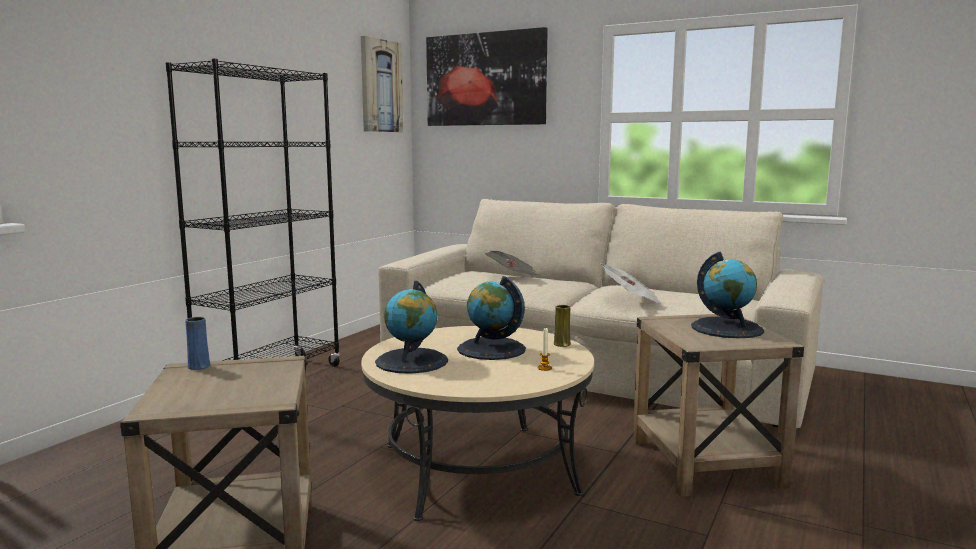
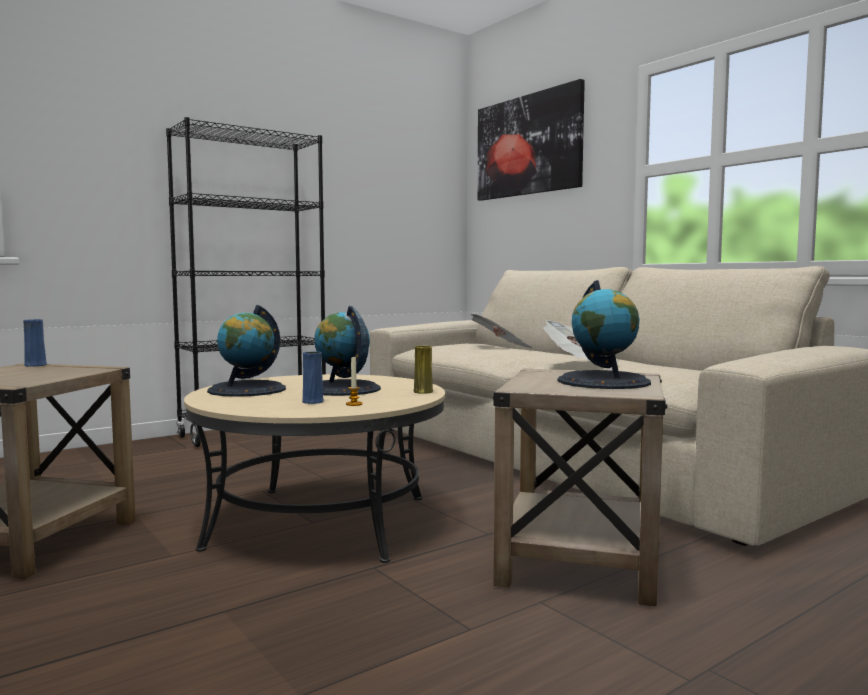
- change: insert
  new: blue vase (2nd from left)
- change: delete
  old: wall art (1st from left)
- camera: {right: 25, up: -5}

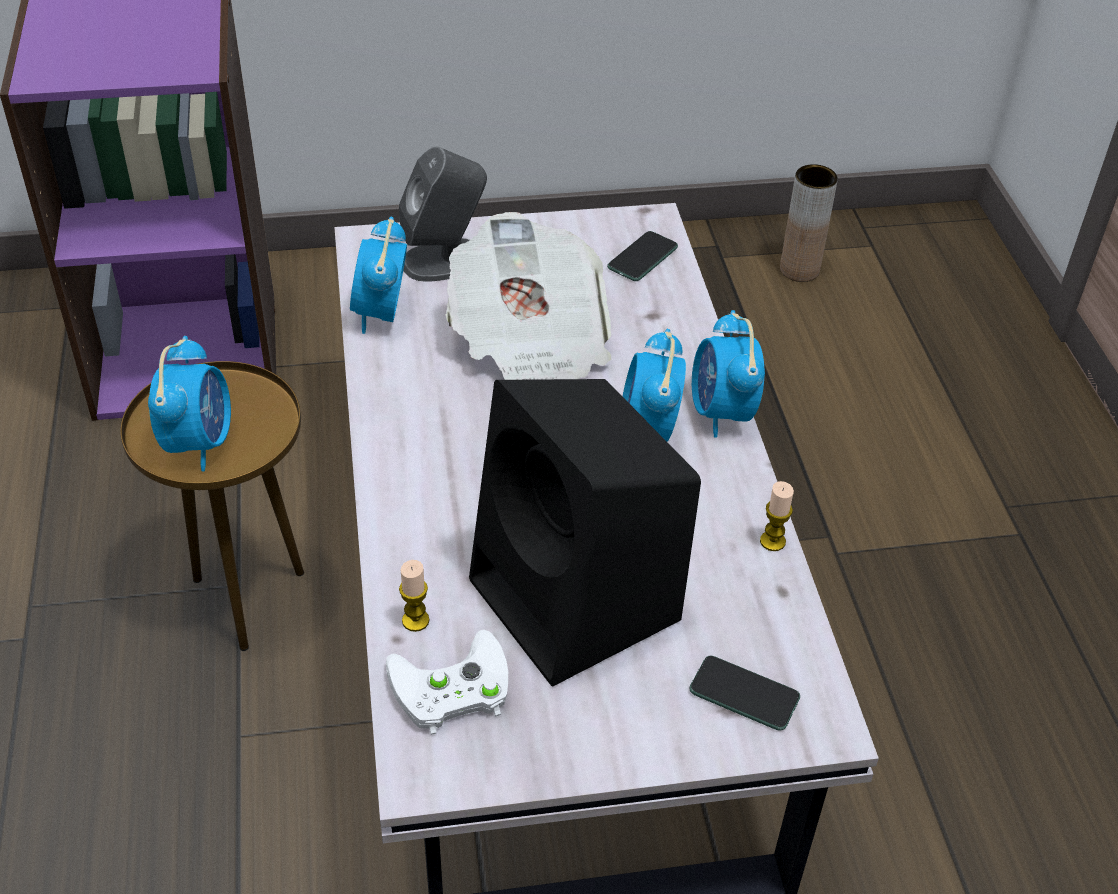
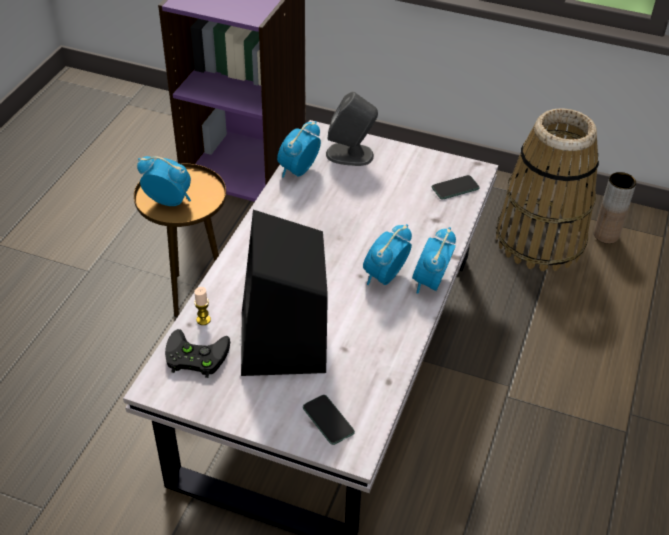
- change: rotate
  old: alarm clock (1st from left)
  degrees: -105
- change: recolor
  old: white joypad
  new: blackish joypad
- change: insert
  new: storage basket
- change: delete
  old: daily paper
- change: delete
  old: candle (2nd from left)
- camera: {right: 30, up: 0}

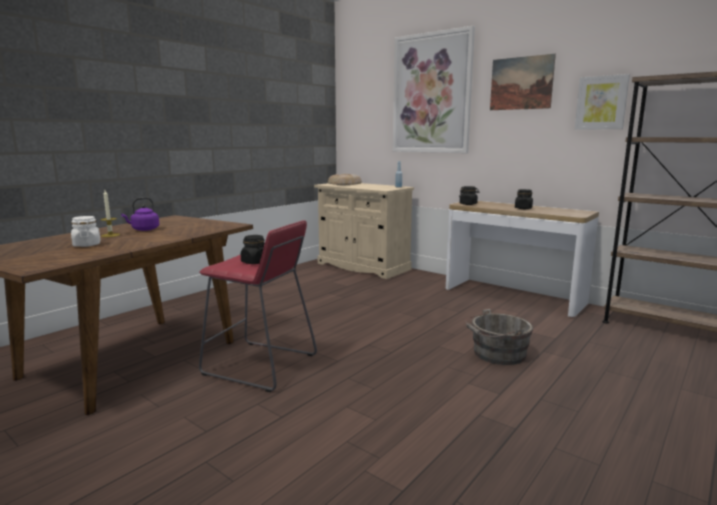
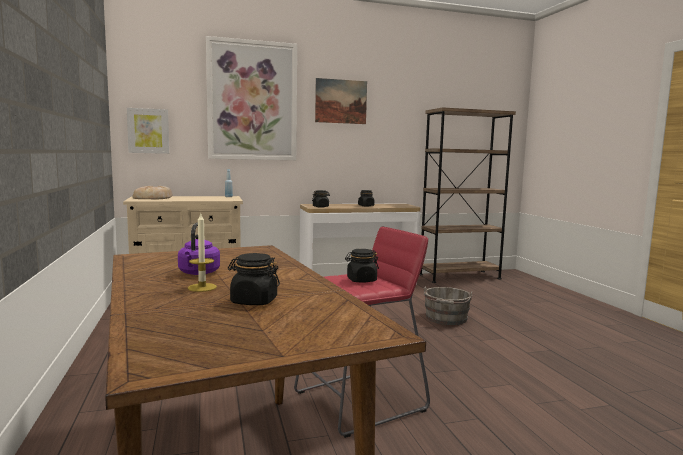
- change: move
  old: wall art (3rd from left in the first image)
  new: wall art (1st from left)
- change: recolor
  old: white preserve jar
  new: blackish preserve jar (1st from left)
- camera: {right: -55, up: -5}

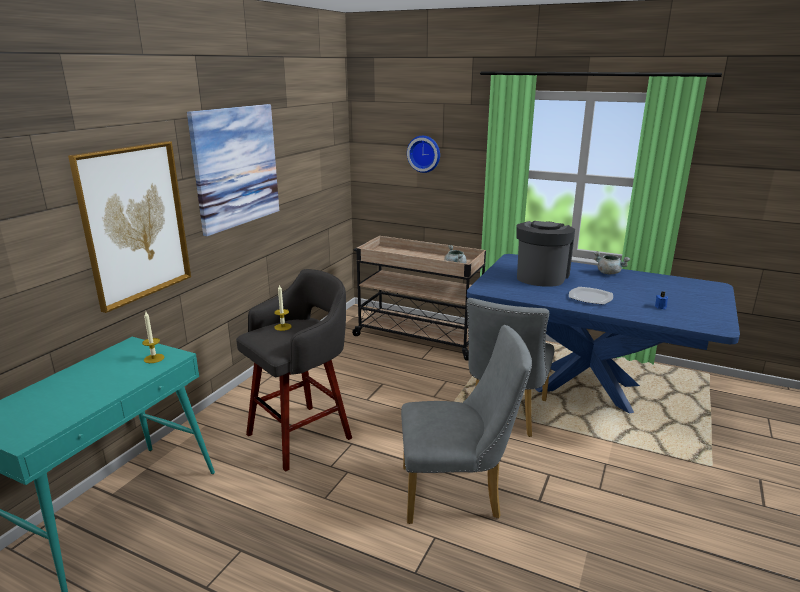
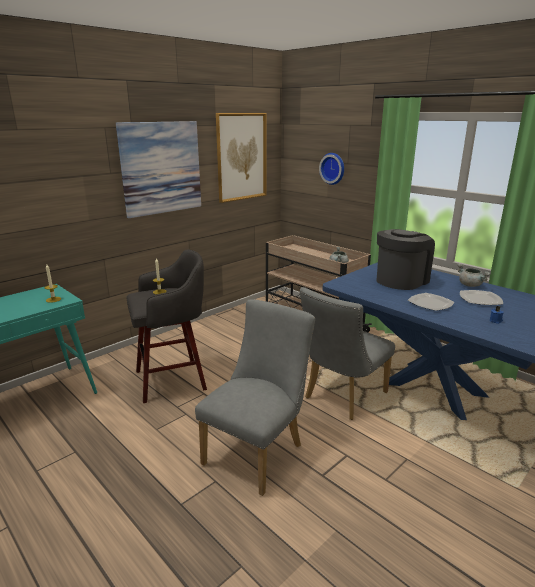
- change: rotate
  old: grey upright chair (1st from left)
  degrees: -75
- change: move
  old: wall art (1st from left in the first image)
  new: wall art (2nd from left)
- change: insert
  new: dinner plate (2nd from left)
- camera: {right: 20, up: 0}

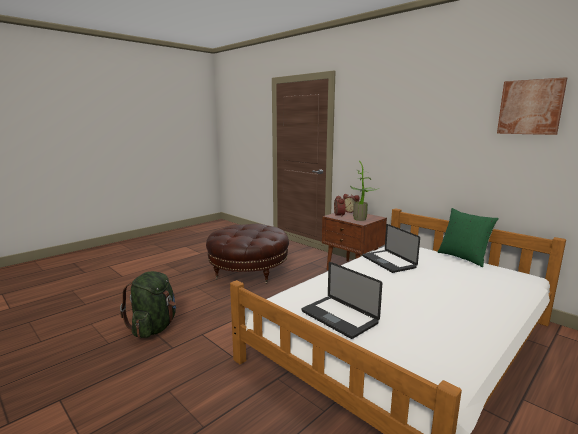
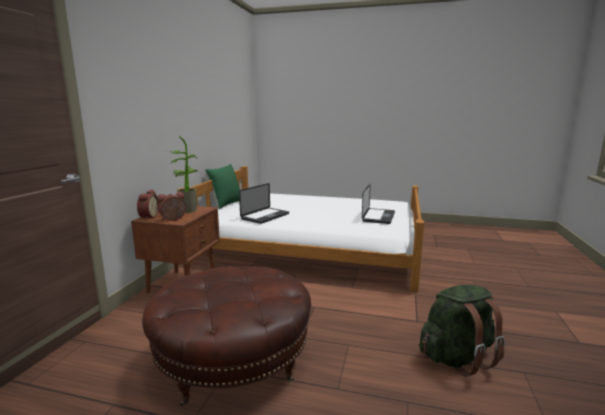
- change: delete
  old: wall art
- camera: {right: -120, up: 0}

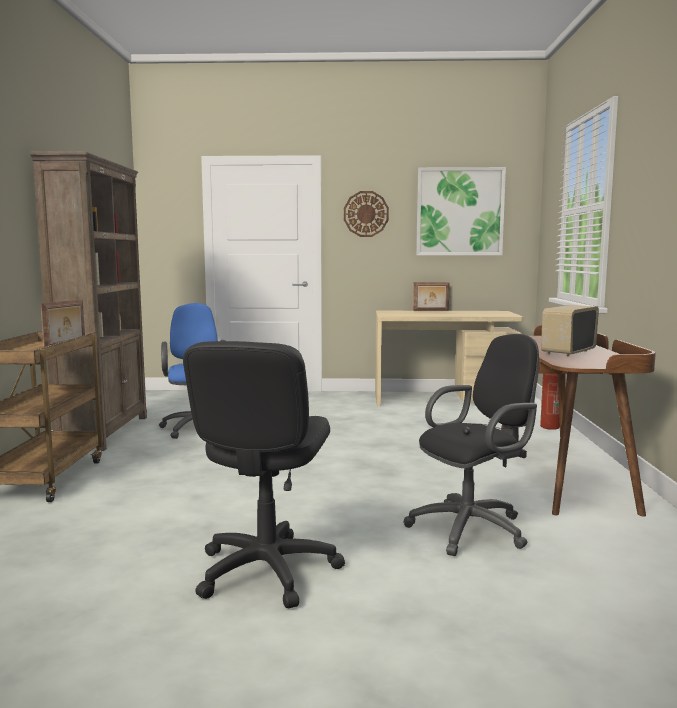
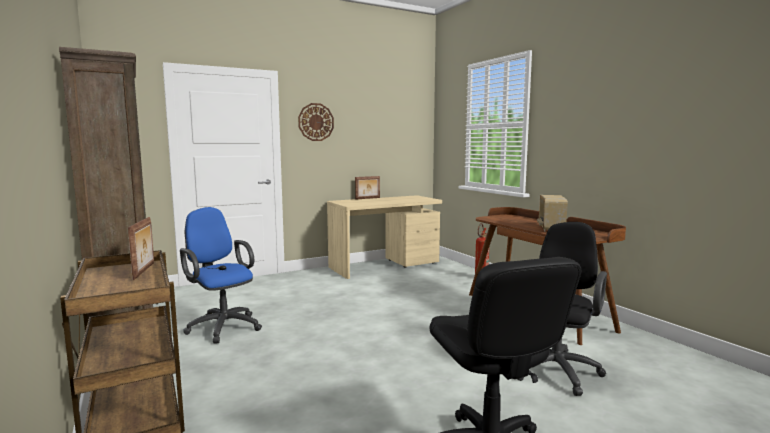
- change: delete
  old: wall art
- camera: {right: -30, up: 0}

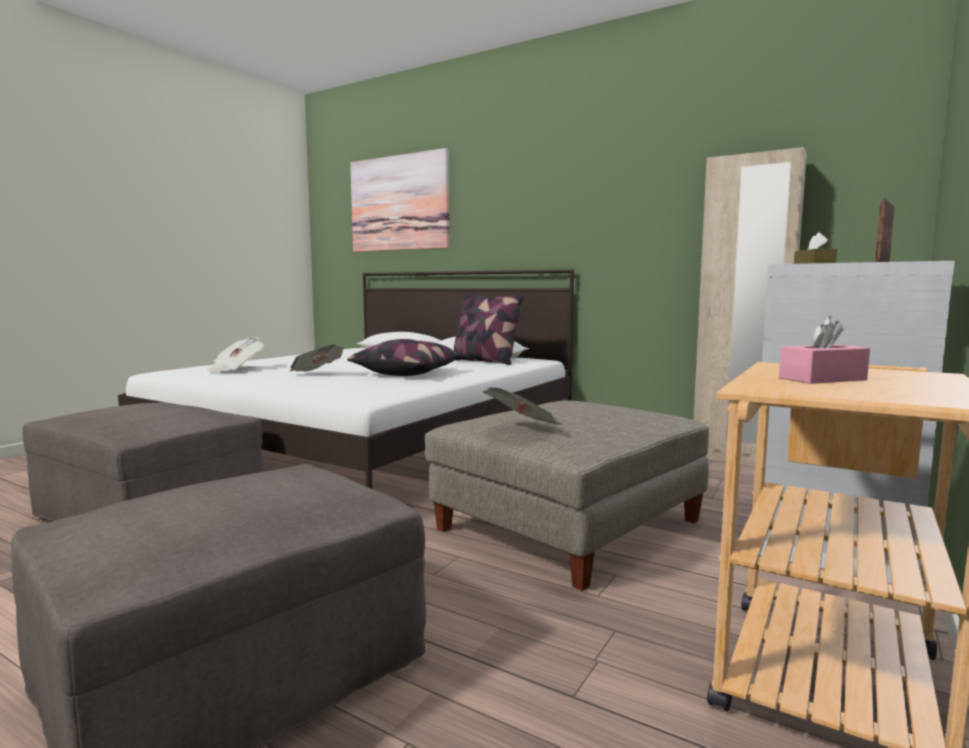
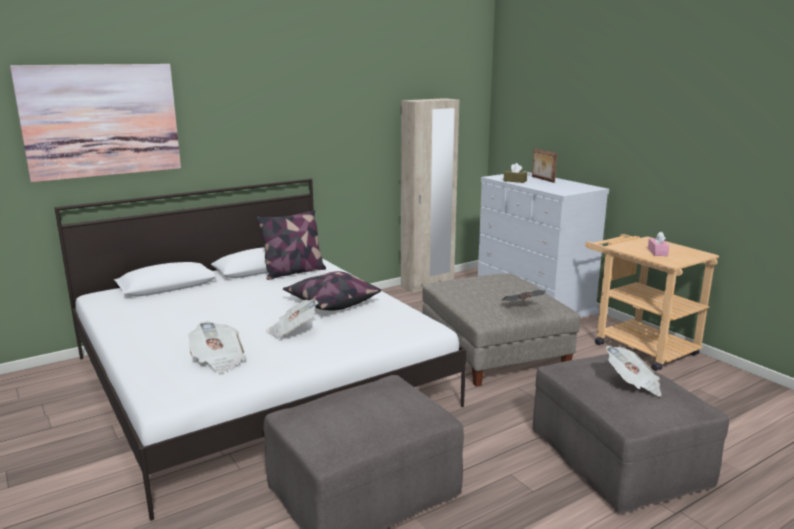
- change: insert
  new: daily paper (4th from left)
- camera: {right: -65, up: 10}

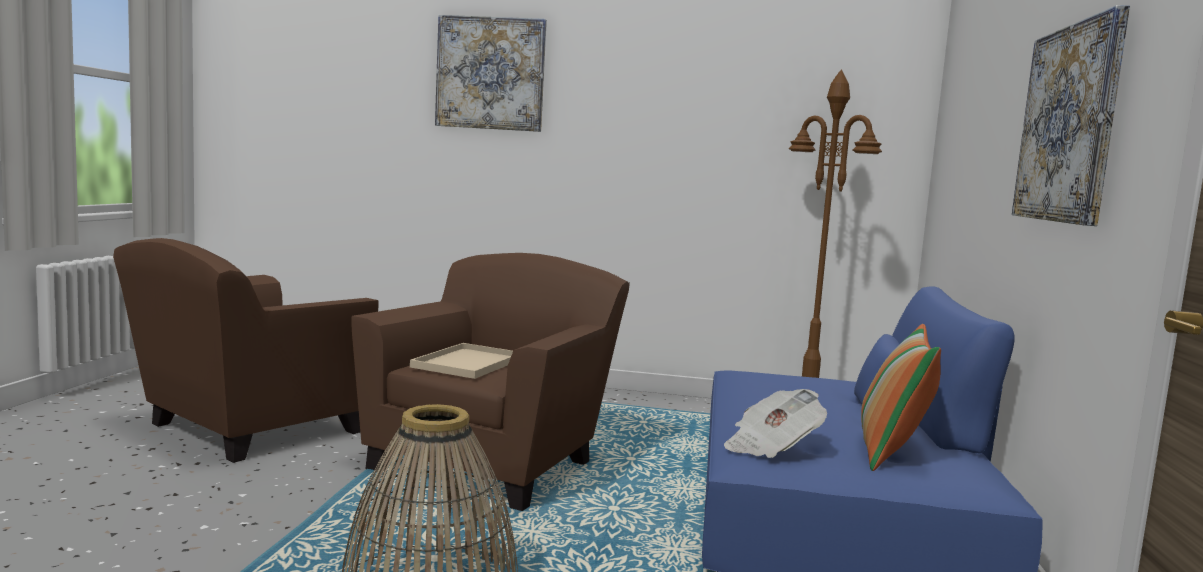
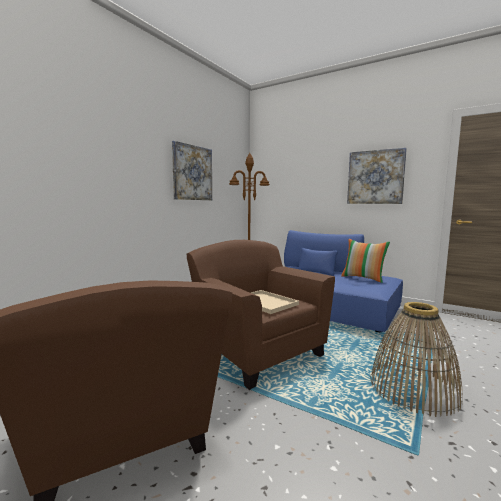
- change: move
  old: wall art (1st from left)
- change: delete
  old: daily paper
- camera: {right: -65, up: 0}

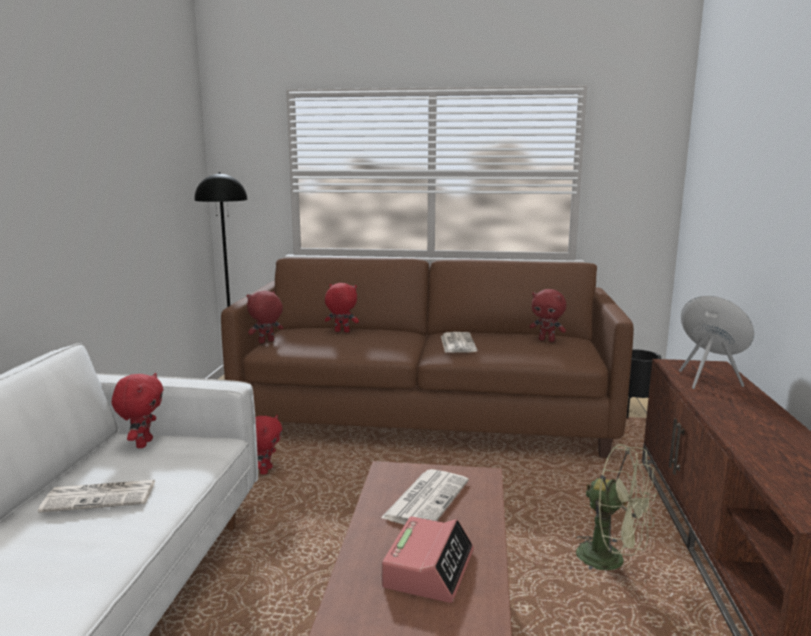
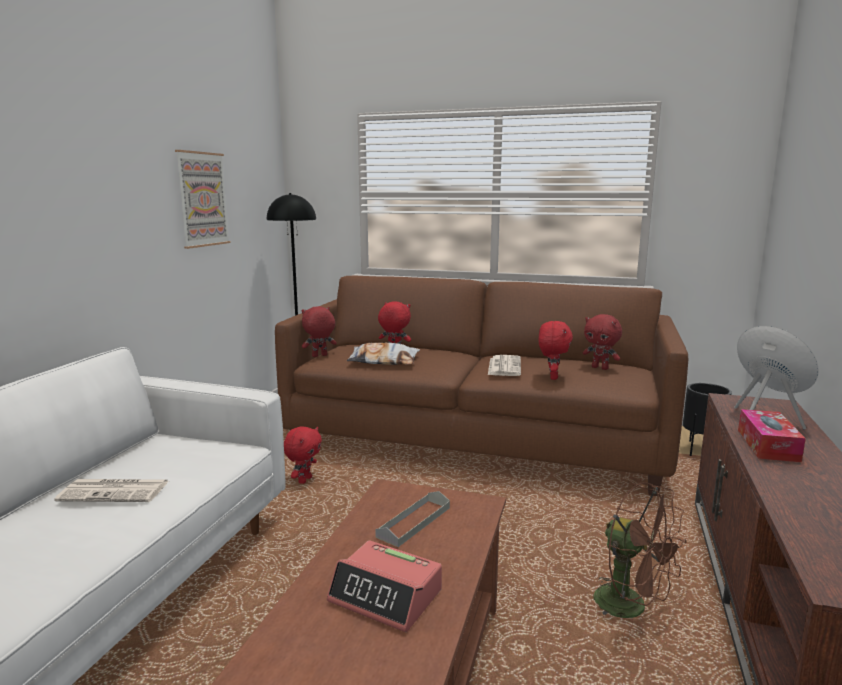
- change: insert
  new: wall art
- change: rotate
  old: alarm clock
  degrees: 90
- change: insert
  new: pillow
- change: replace
  old: daily paper (2nd from left)
  new: grey tray
- change: move
  old: red-coloured plush toy (1st from left in the first image)
  new: red-coloured plush toy (4th from left)
- change: recolor
  old: greenish cooling fan
  new: brown cooling fan
- change: insert
  new: tissue holder
- camera: {right: 10, up: 0}

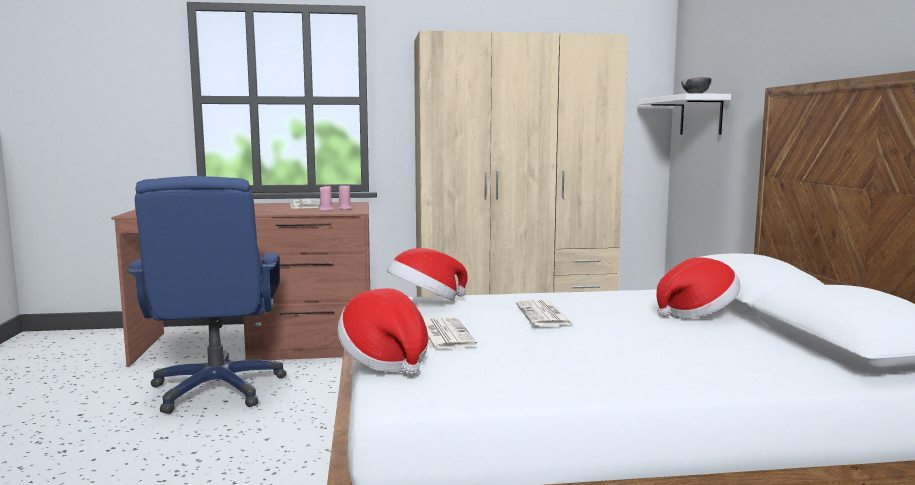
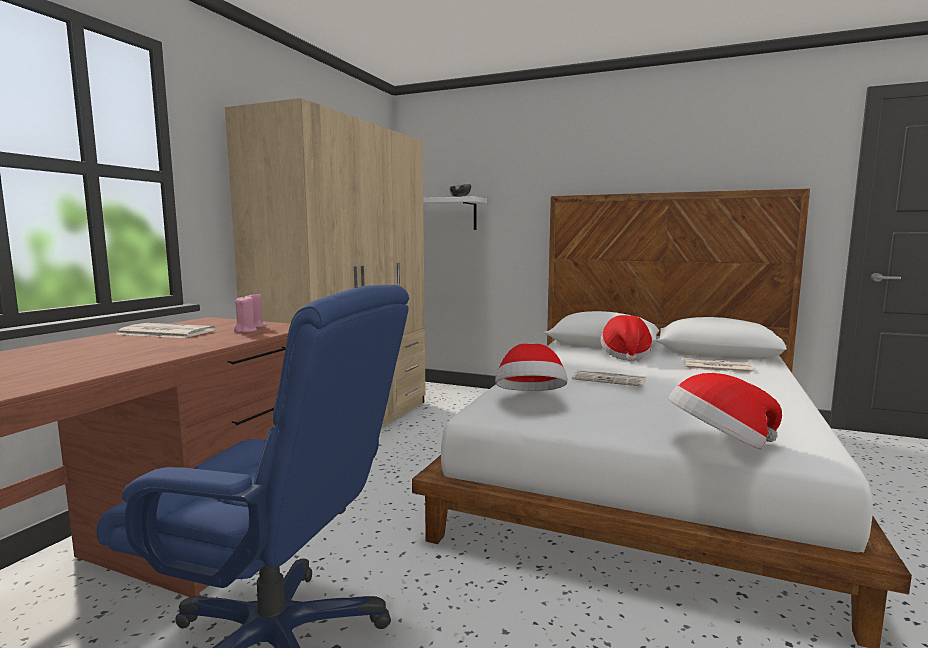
- change: move
  old: daily paper (2nd from left in the first image)
  new: daily paper (3rd from left)
- camera: {right: -60, up: 0}

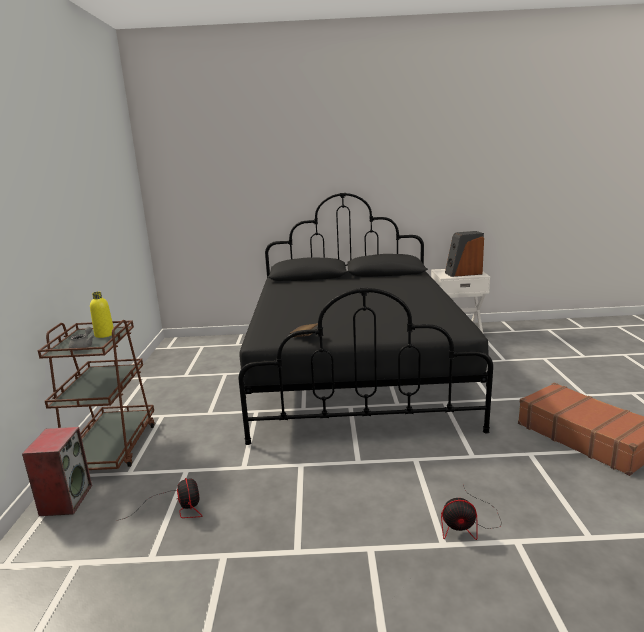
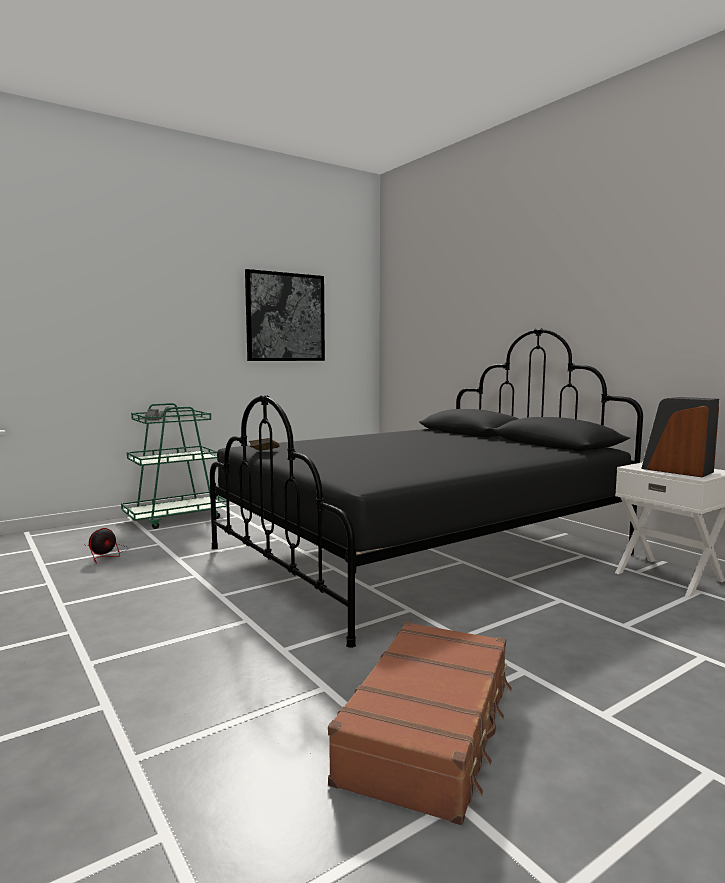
- change: recolor
  old: brown wheeled cart
  new: greenish wheeled cart
- change: insert
  new: wall art
- change: delete
  old: audio speaker (1st from left)
- change: delete
  old: yellowish drink bottle
- change: delete
  old: cooling fan (2nd from left)
- camera: {right: 55, up: -10}

